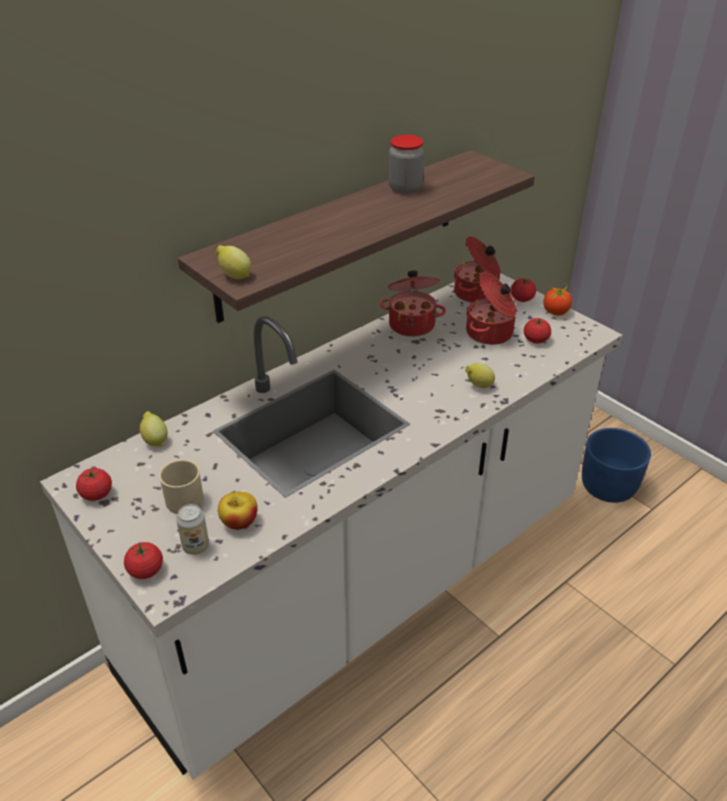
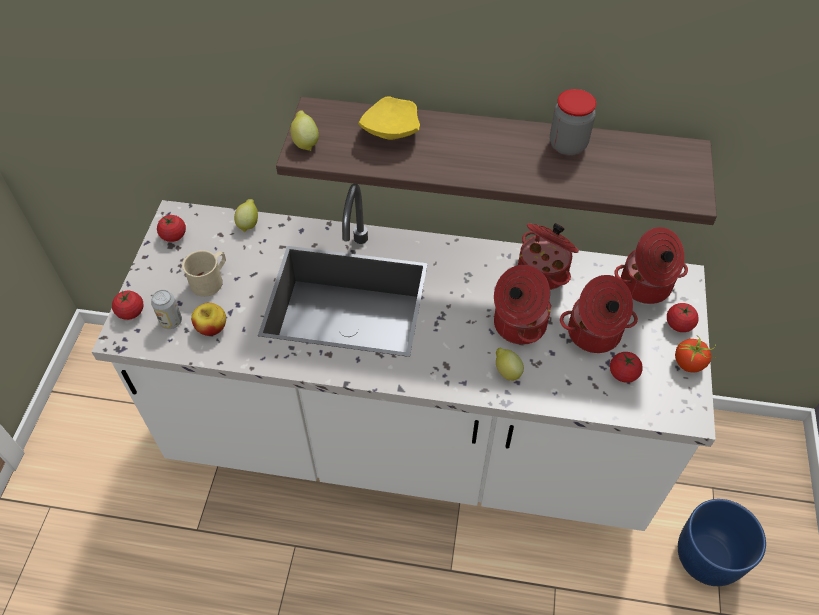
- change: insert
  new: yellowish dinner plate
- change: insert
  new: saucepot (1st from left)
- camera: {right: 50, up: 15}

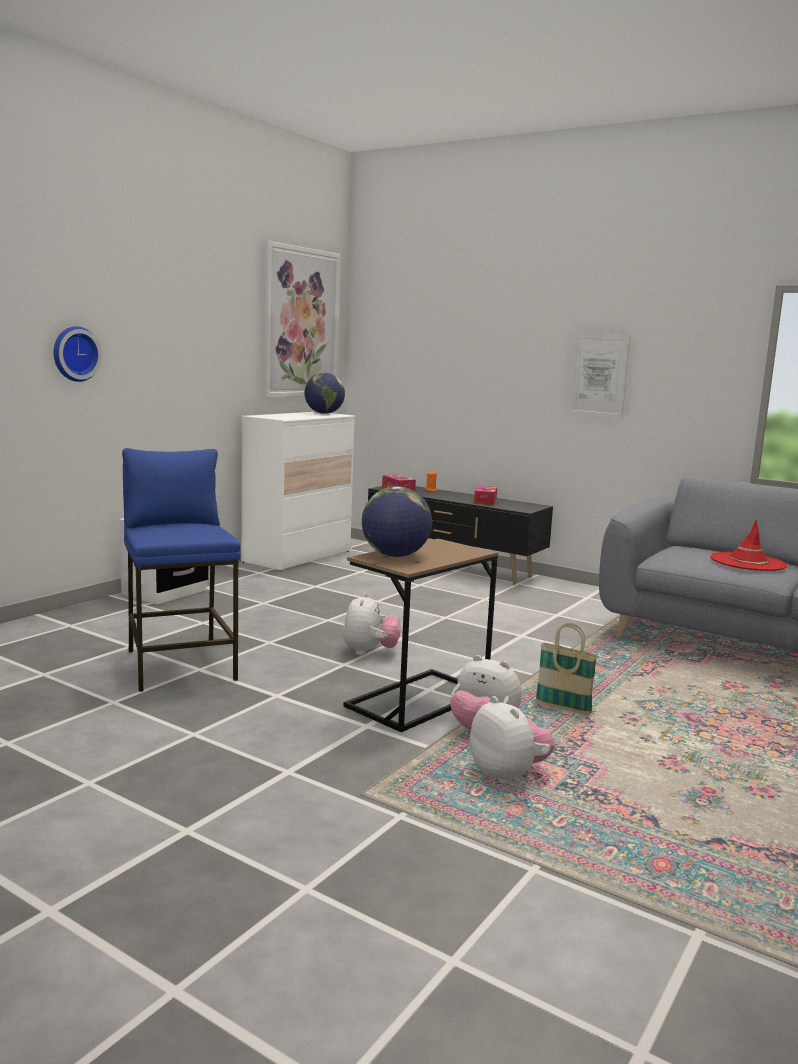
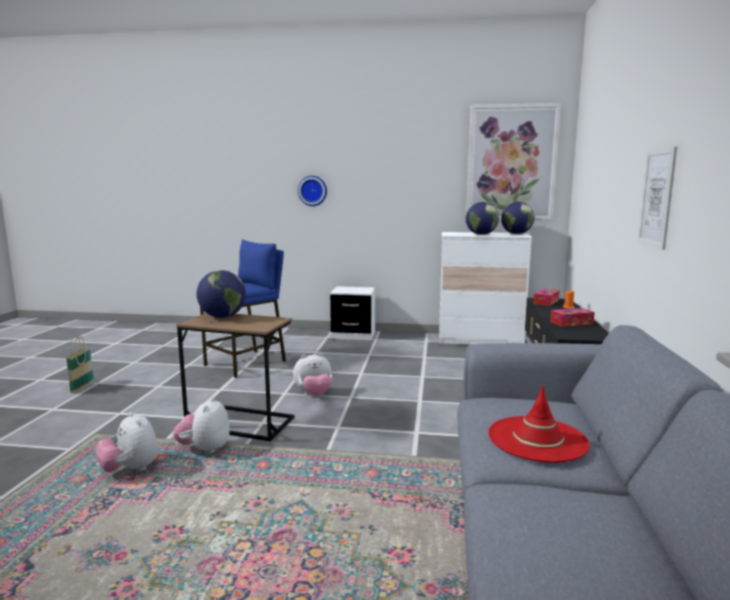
- change: move
  old: storage basket
- change: rotate
  old: plush toy (3rd from left in the first image)
  degrees: 105
- change: insert
  new: world globe (2nd from left)
- camera: {right: 65, up: 0}

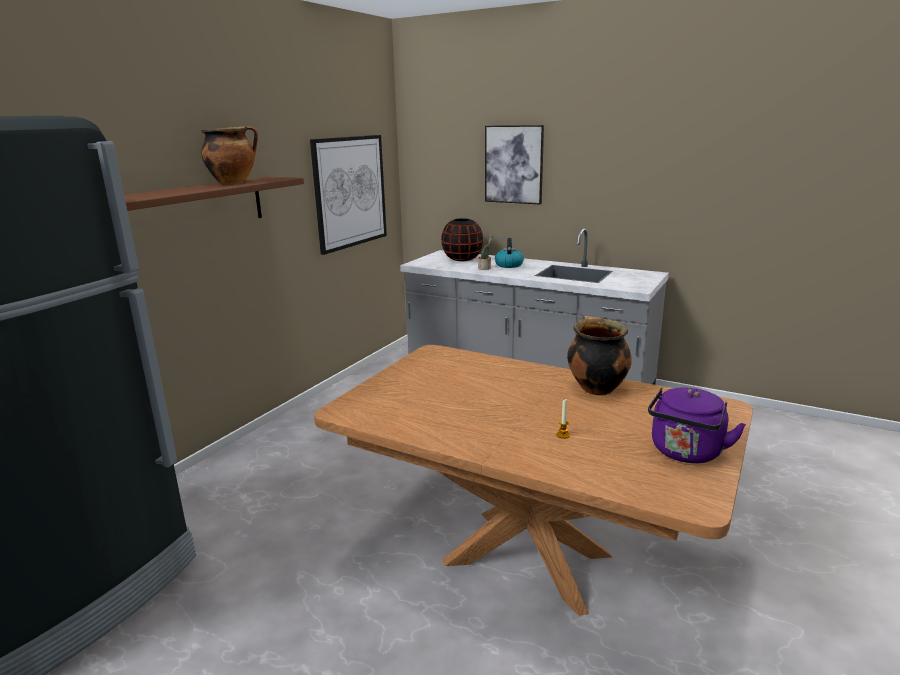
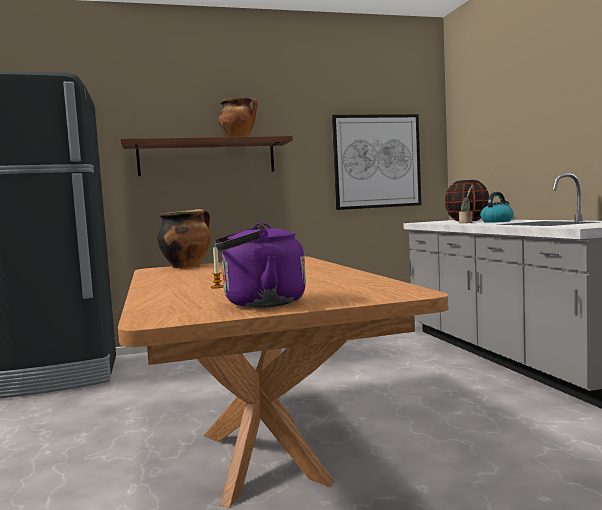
- change: move
  old: saucepot (2nd from left in the first image)
  new: saucepot (1st from left)
- change: delete
  old: wall art (2nd from left)
- camera: {right: 45, up: -15}

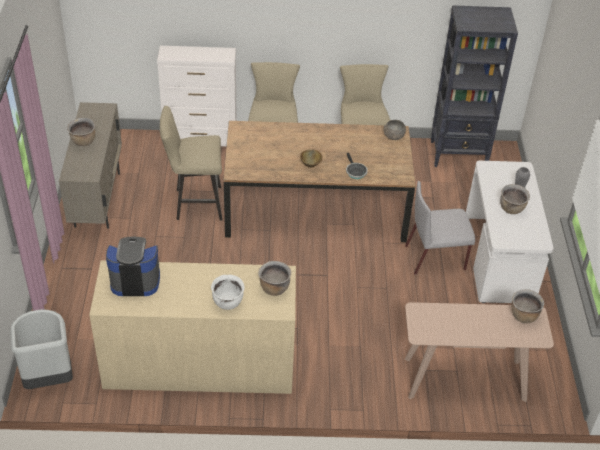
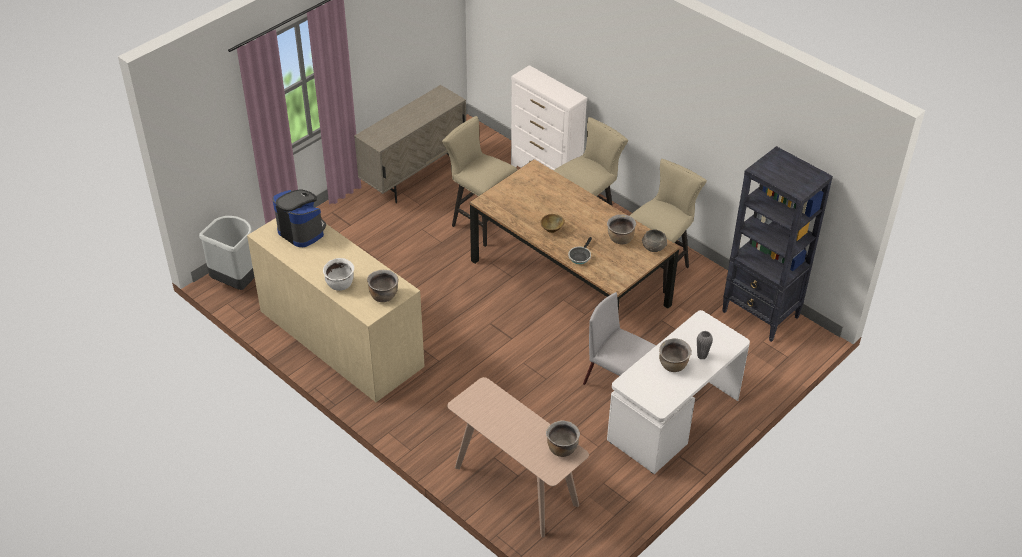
- change: move
  old: brown saucepot (1st from left in the first image)
  new: brown saucepot (3rd from left)
- camera: {right: 45, up: 0}

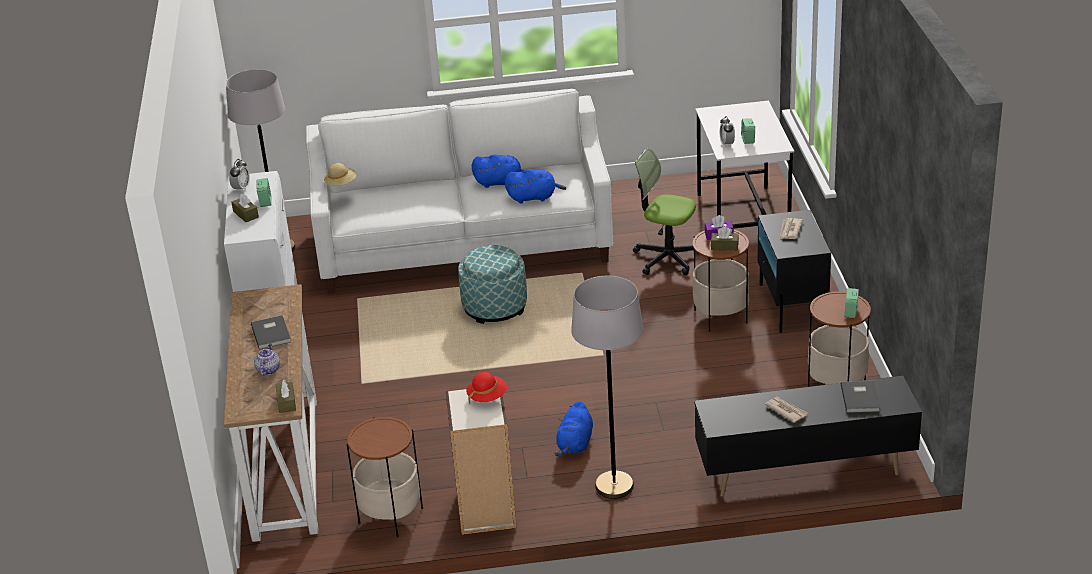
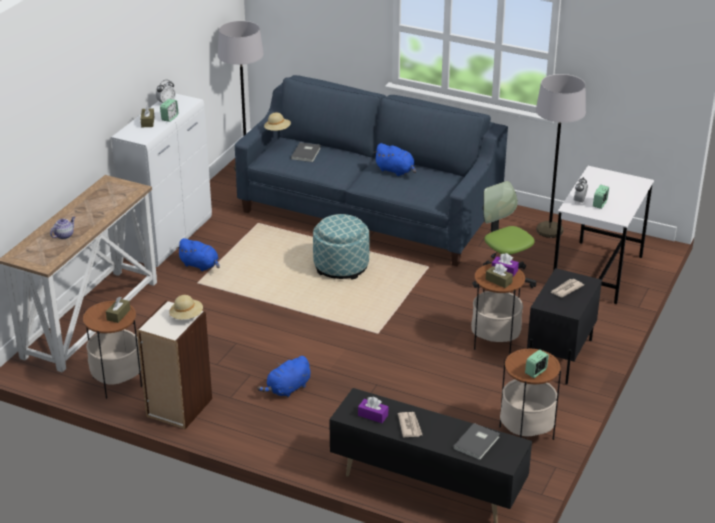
- change: move
  old: brown tissue holder (2nd from left in the first image)
  new: brown tissue holder (1st from left)
- change: recolor
  old: red-coloured clothing hat
  new: beige clothing hat (1st from left)
- change: move
  old: blue plush toy (2nd from left in the first image)
  new: blue plush toy (1st from left)
- change: recolor
  old: white couch
  new: blue couch
- change: move
  old: grey book (1st from left)
- change: insert
  new: purplish tissue holder (1st from left)
- change: move
  old: grey standard lamp (2nd from left)
- camera: {right: 30, up: 0}

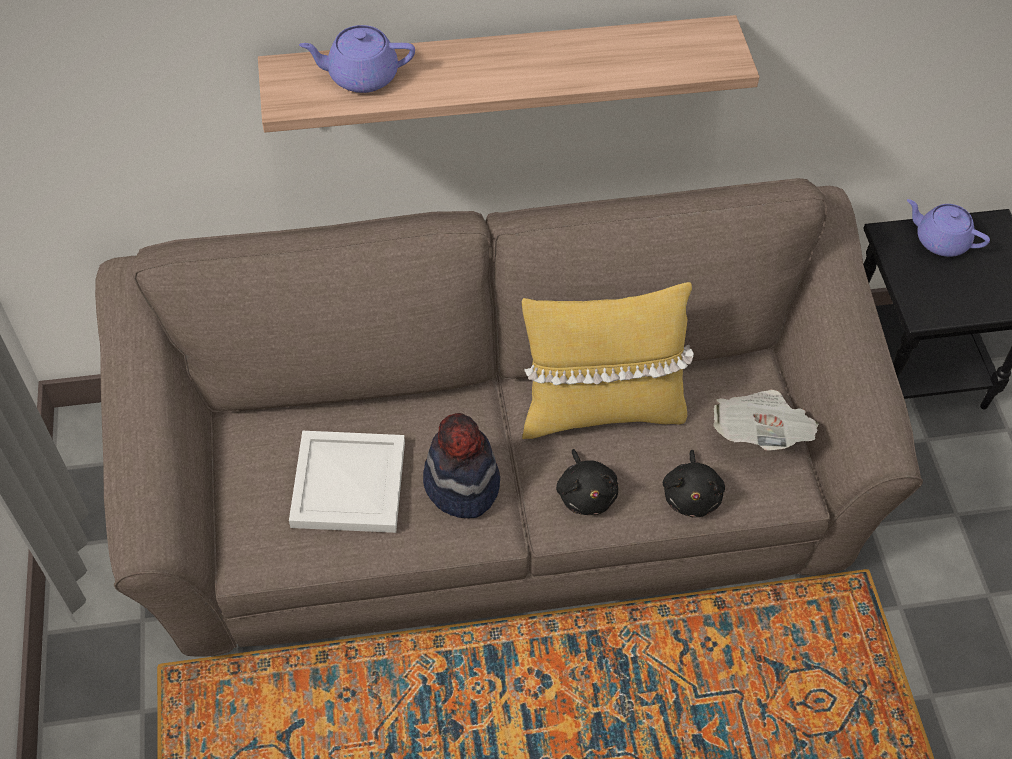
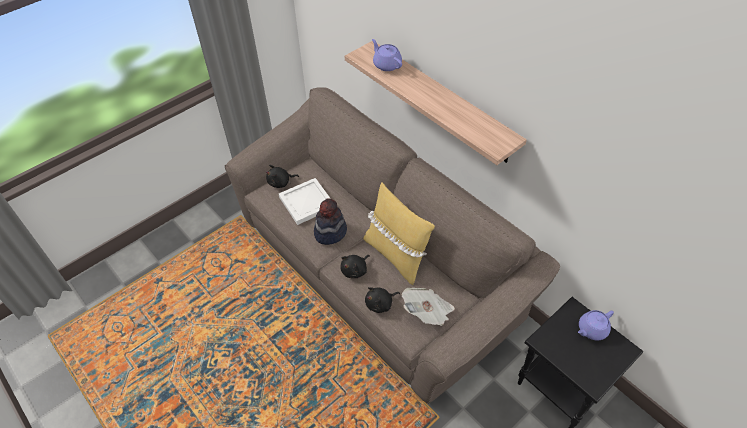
- change: insert
  new: blackish plush toy (1st from left)
- change: rotate
  old: purplish tea pot (2nd from left)
  degrees: -120
- camera: {right: 60, up: -5}

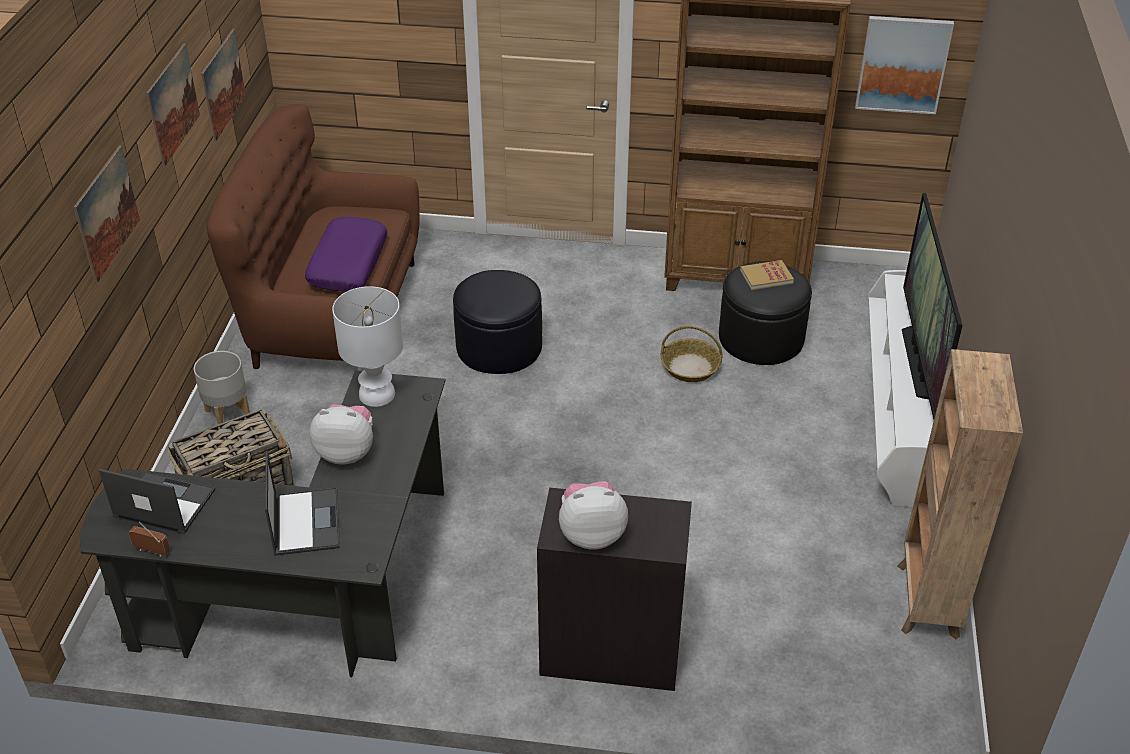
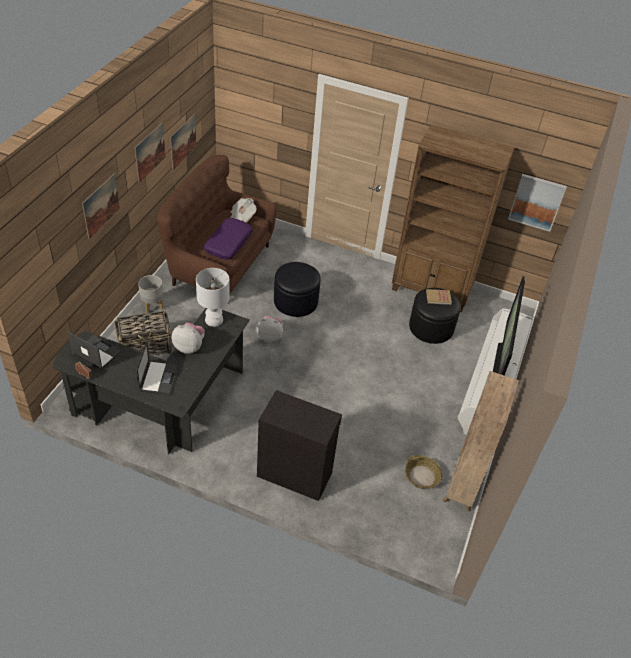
- change: insert
  new: daily paper
- change: move
  old: plush toy (2nd from left)
- change: move
  old: storage basket (2nd from left)
- camera: {right: 10, up: 5}

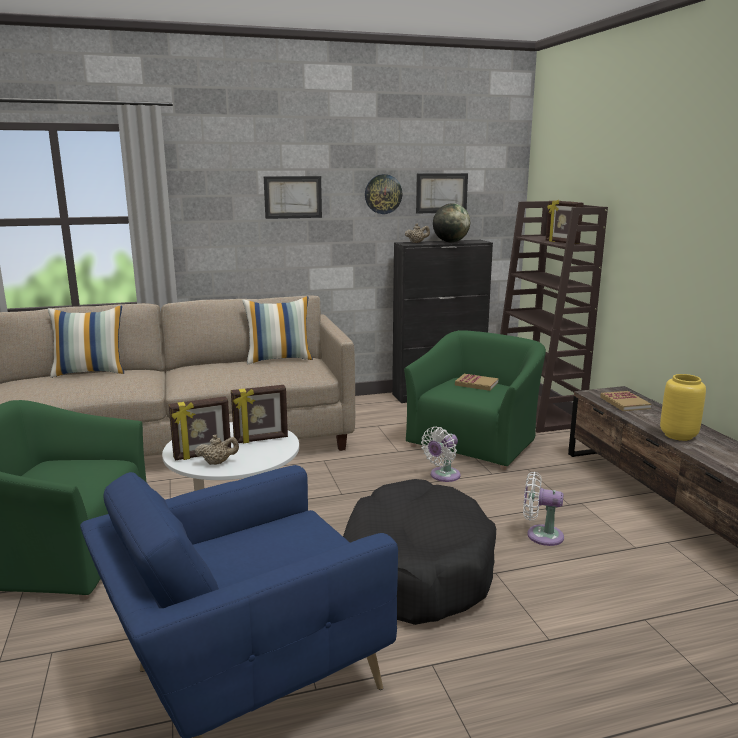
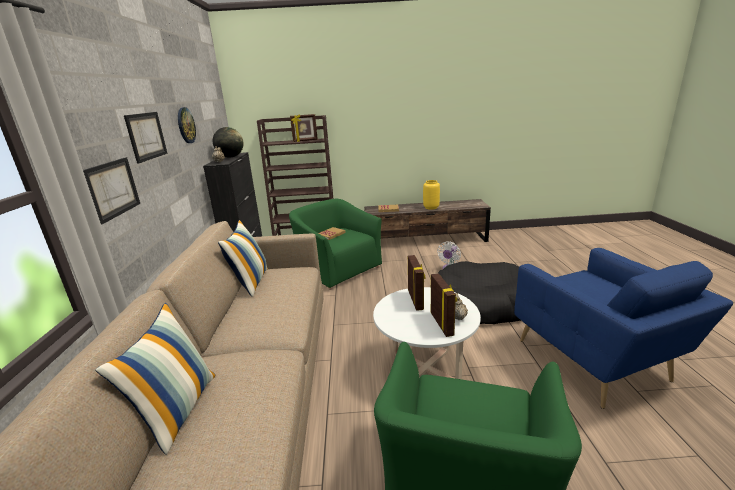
- change: move
  old: wall art (2nd from left in the first image)
  new: wall art (1st from left)
- change: delete
  old: white cooling fan (1st from left)
- camera: {right: -75, up: 5}

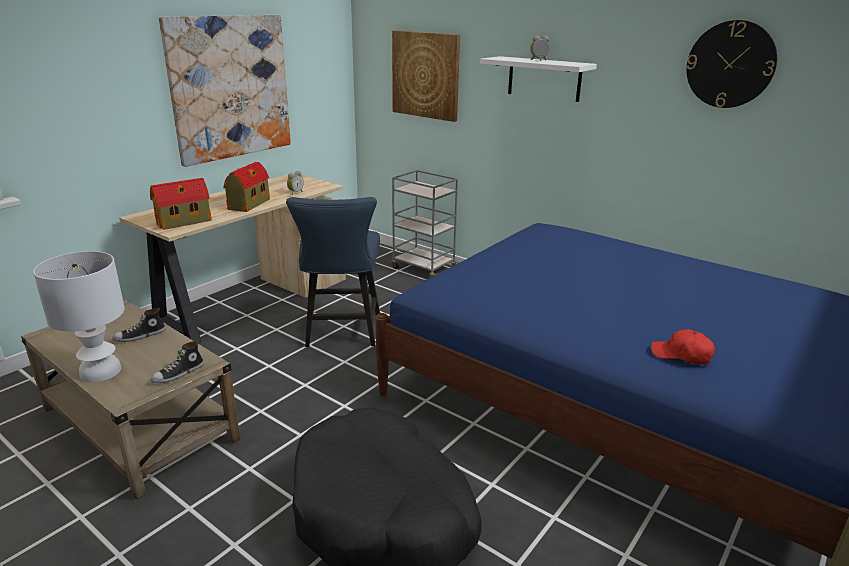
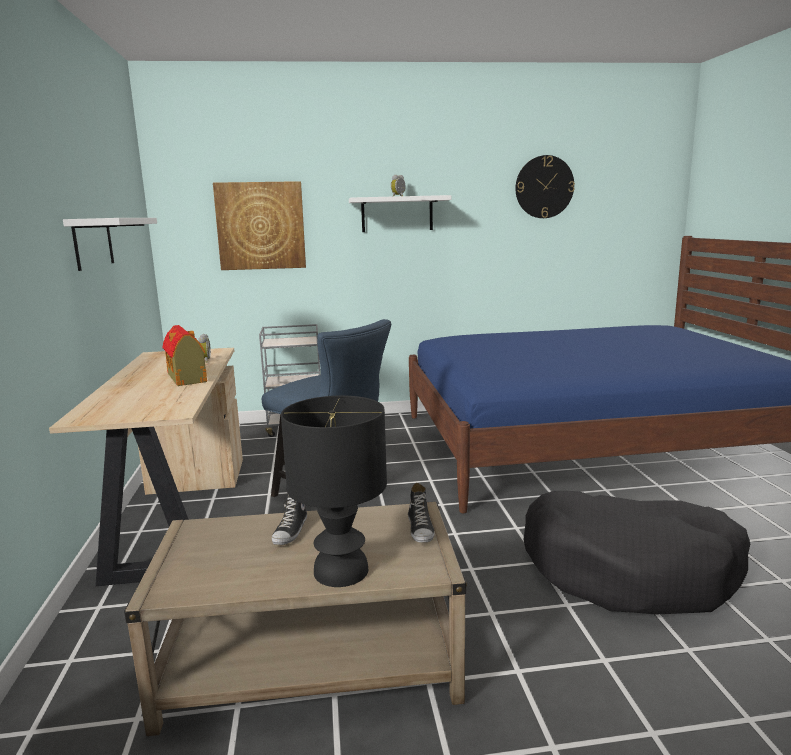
- change: replace
  old: wall art (1st from left)
  new: white bracket shelf (1st from left)
- change: recolor
  old: white tabletop lamp
  new: blackish tabletop lamp
- change: delete
  old: miniature house (1st from left)
- change: delete
  old: red-coloured peaked cap
- camera: {right: -45, up: -10}

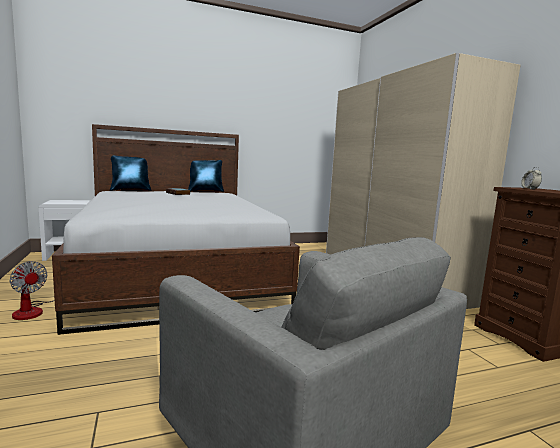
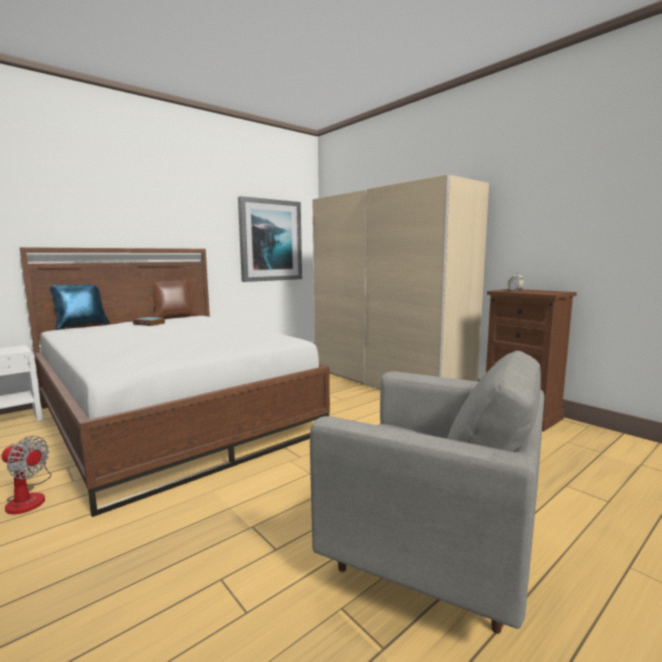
- change: recolor
  old: blue pillow (2nd from left)
  new: brown pillow
- change: insert
  new: wall art
- camera: {right: -20, up: 0}

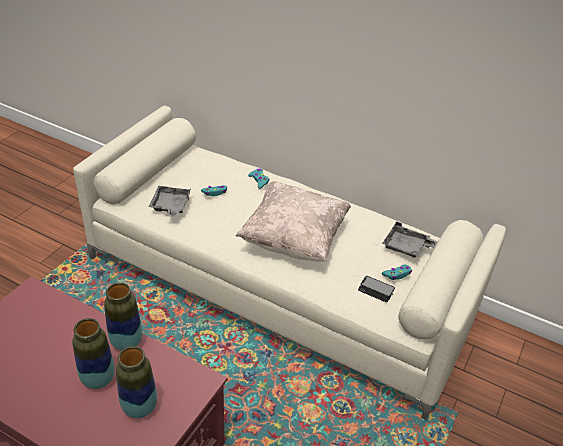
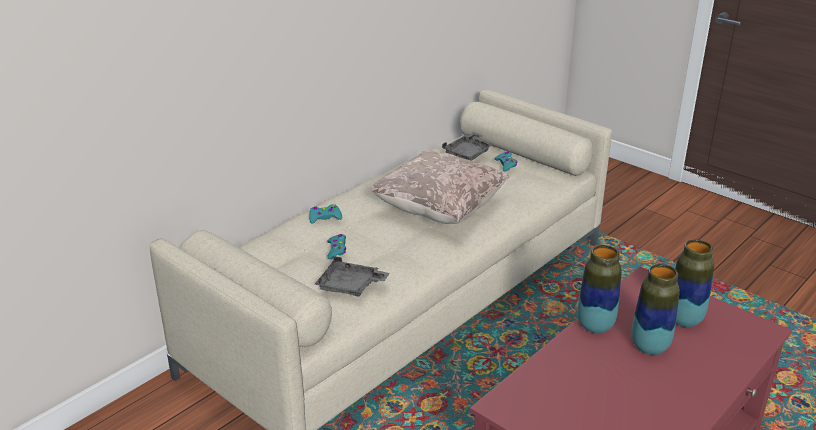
- change: delete
  old: handset
- camera: {right: -75, up: -10}

